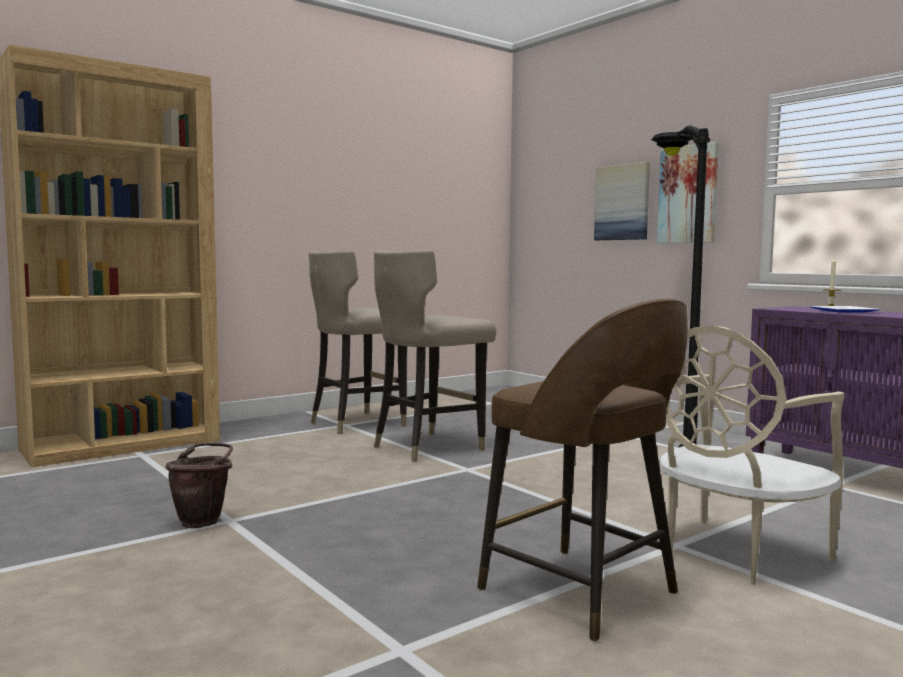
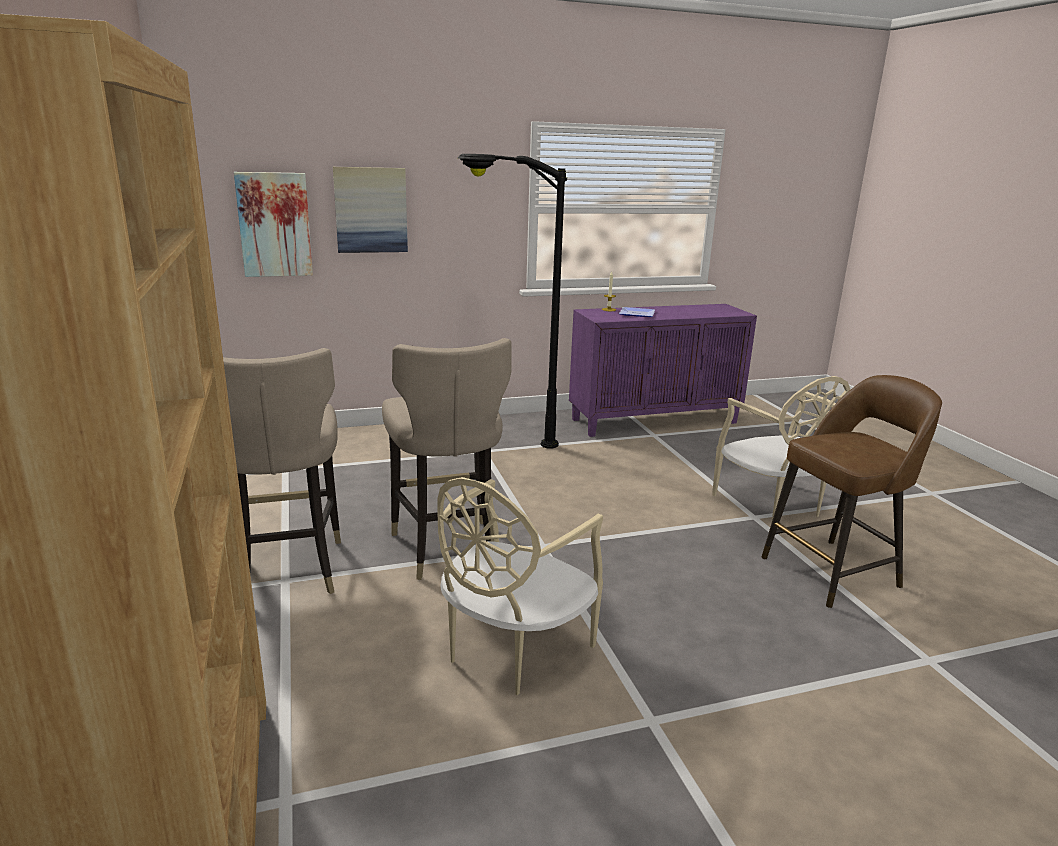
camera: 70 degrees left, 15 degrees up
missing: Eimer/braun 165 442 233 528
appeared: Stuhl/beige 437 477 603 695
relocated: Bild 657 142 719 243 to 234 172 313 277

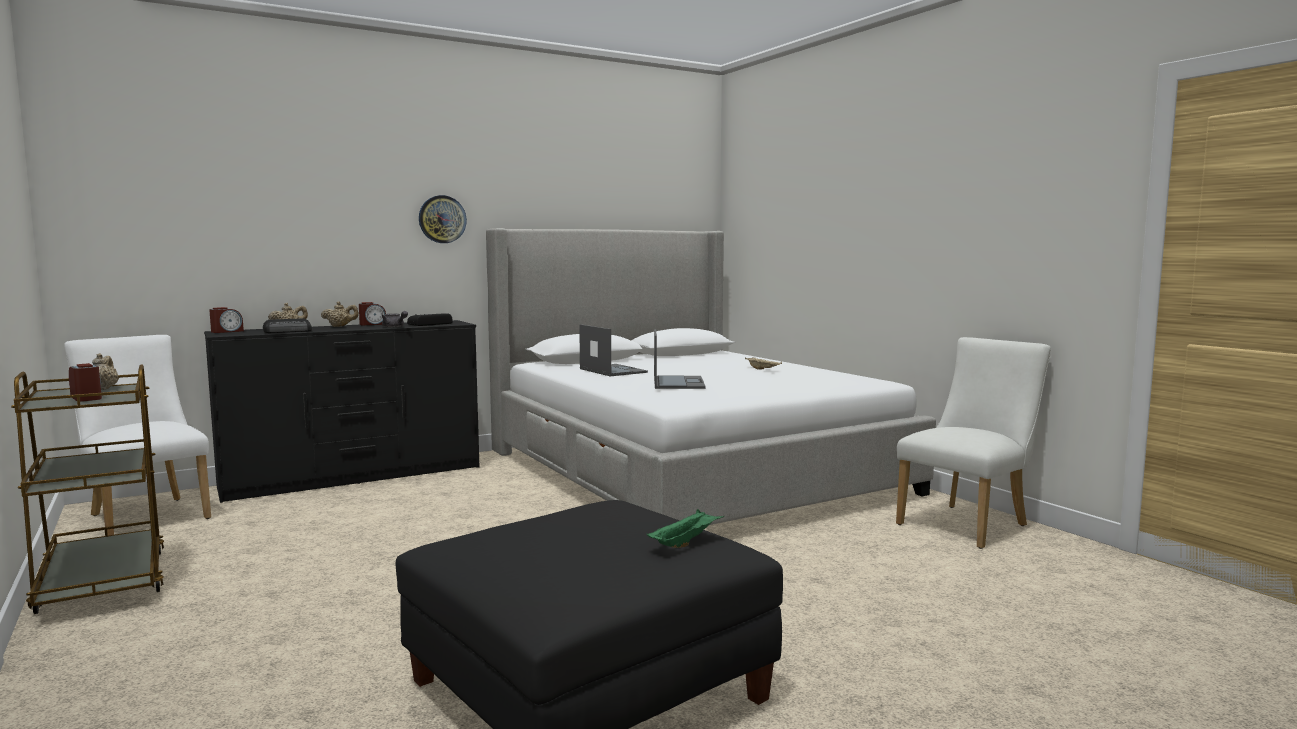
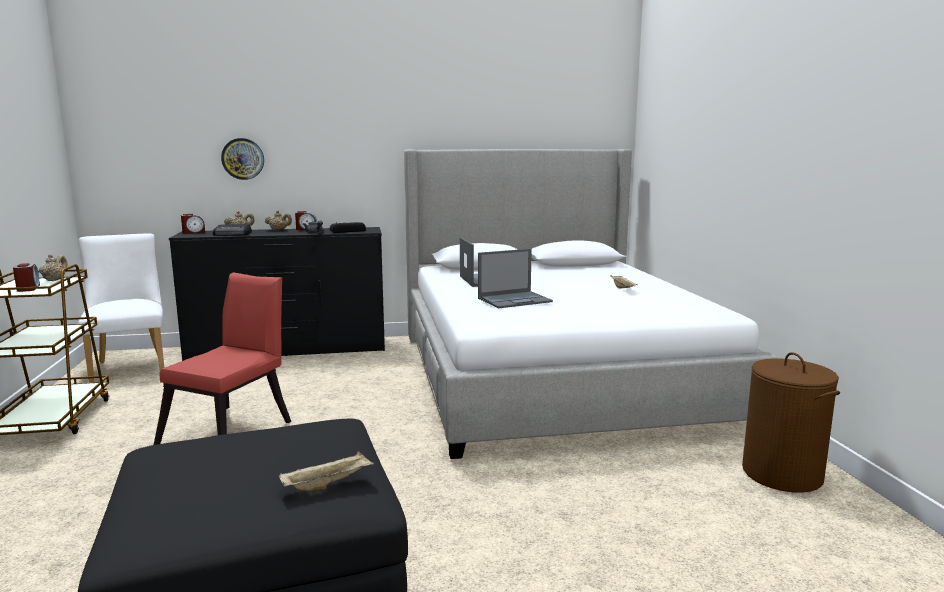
camera: 20 degrees right, 5 degrees up
appeared: Stuhl/rot 154 272 292 445
relocated: Wanduhr 419 195 467 243 to 221 138 264 180
exchanged: Stuhl/weiß 896 337 1051 549 to Wäschekorb/braun 742 352 840 493
colour: Tablett/grün 647 509 724 548 to Tablett/beige 279 451 374 491
spun: Laptop 654 329 706 389 = 478 249 553 308 45 degrees clockwise

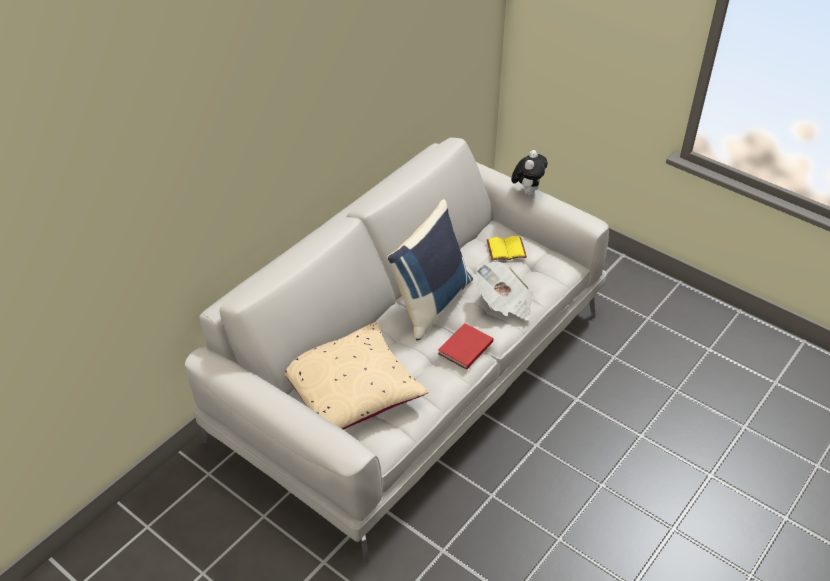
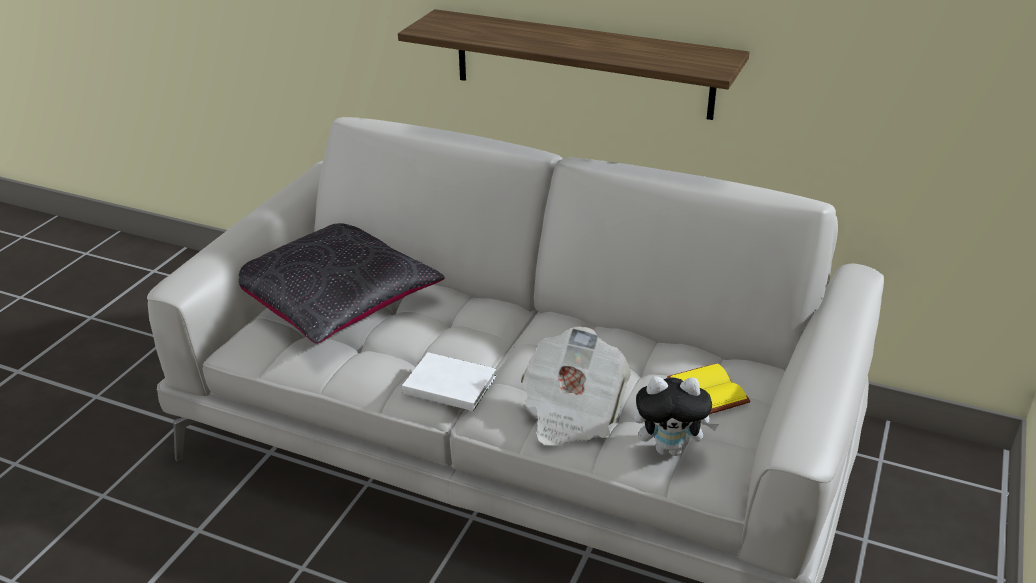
camera: 75 degrees right, 10 degrees down
missing: Kissen/blau 387 199 473 340
appeared: Wandregal 398 9 749 120
relocated: Plüschtier 511 150 548 195 to 634 376 719 456
colour: Kissen/beige 285 322 429 430 to Kissen/schwarz 239 223 445 344; Buch/rot 438 323 493 370 to Buch/weiß 402 352 496 411

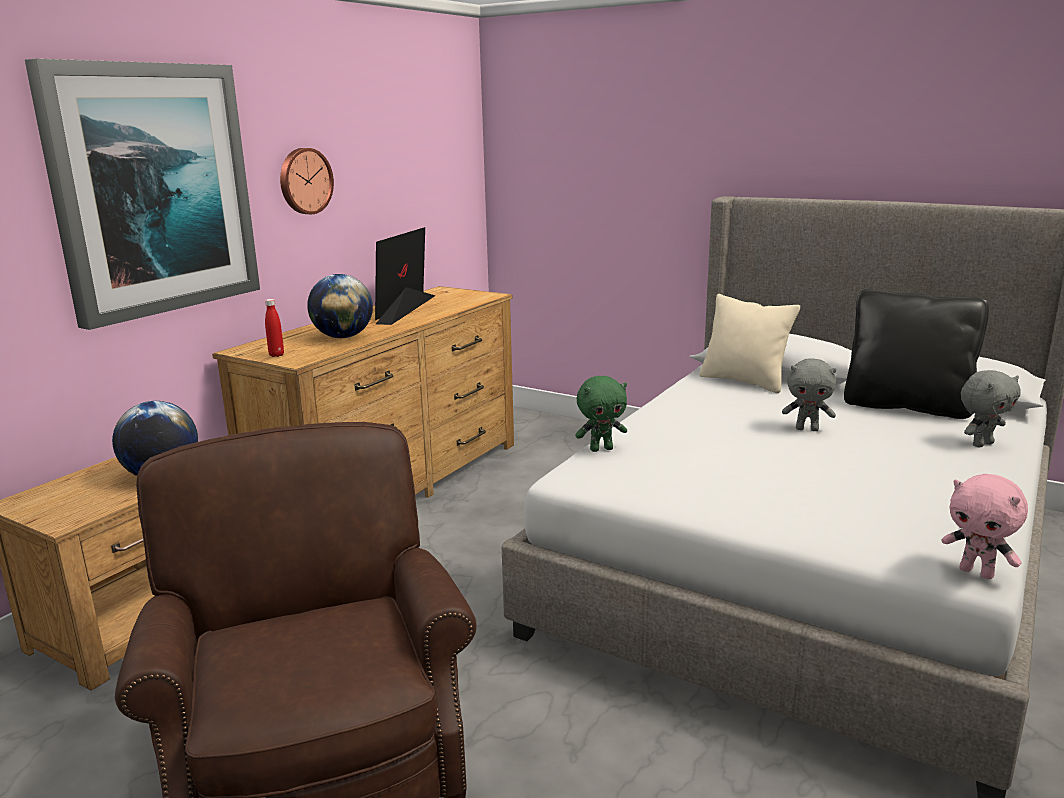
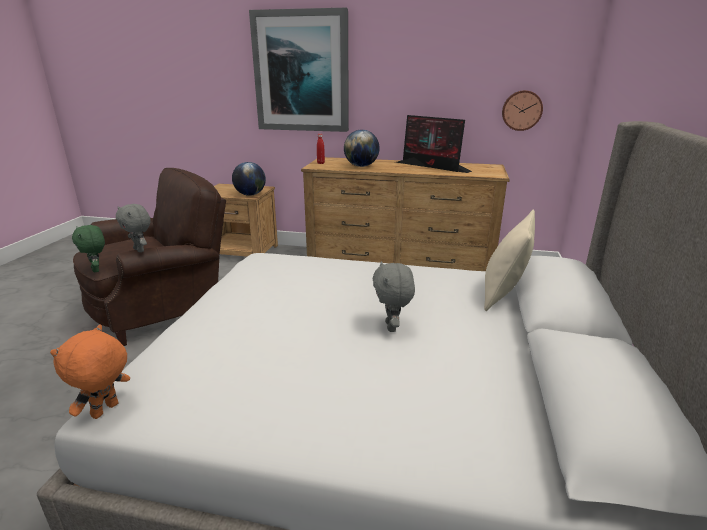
camera: 70 degrees right, 5 degrees up
missing: Kissen/schwarz 844 289 989 419
relocated: Wanduhr 280 148 334 214 to 502 90 543 131; Plüschtier/grün 576 376 627 452 to 72 225 105 272; Plüschtier/grau 961 370 1021 447 to 116 204 151 252
colour: Plüschtier/rosa 942 473 1028 579 to Plüschtier/orange 50 325 130 419
spun: Monitor 375 227 436 325 = 395 115 472 173 135 degrees counterclockwise

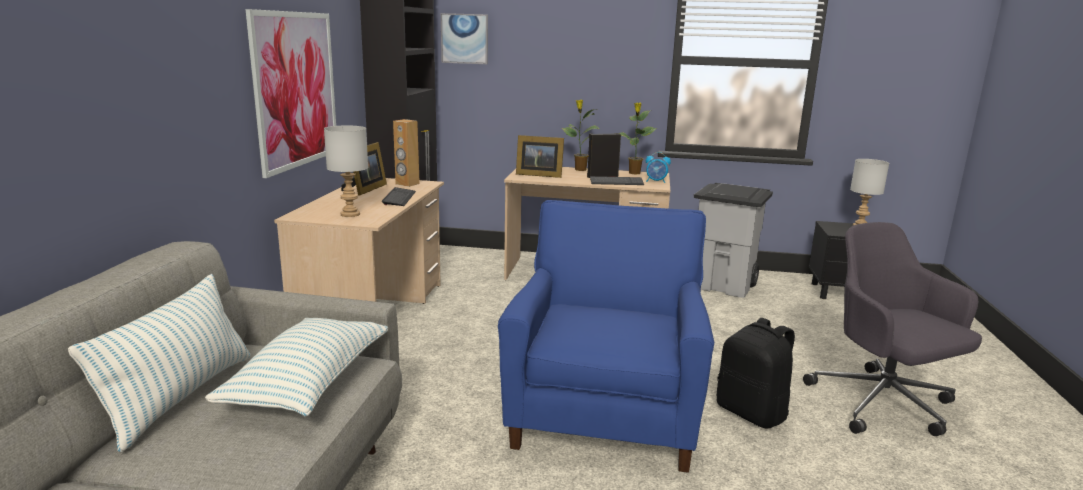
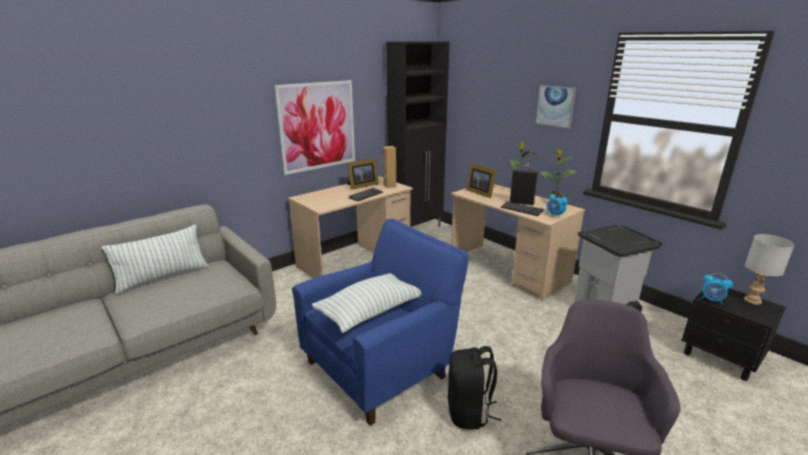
camera: 40 degrees right, 5 degrees up
missing: Tischlampe/grau 324 125 368 217
appeared: Wecker 701 273 733 305
relocated: Kissen 205 318 388 417 to 312 273 421 333; Bild 441 13 488 64 to 535 85 576 129

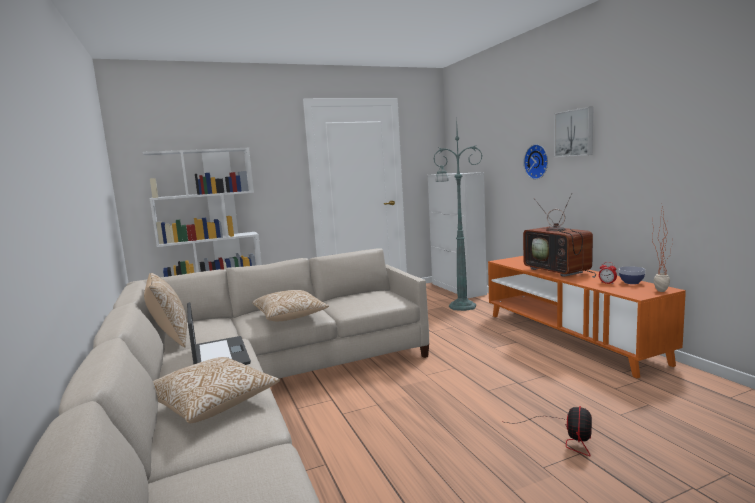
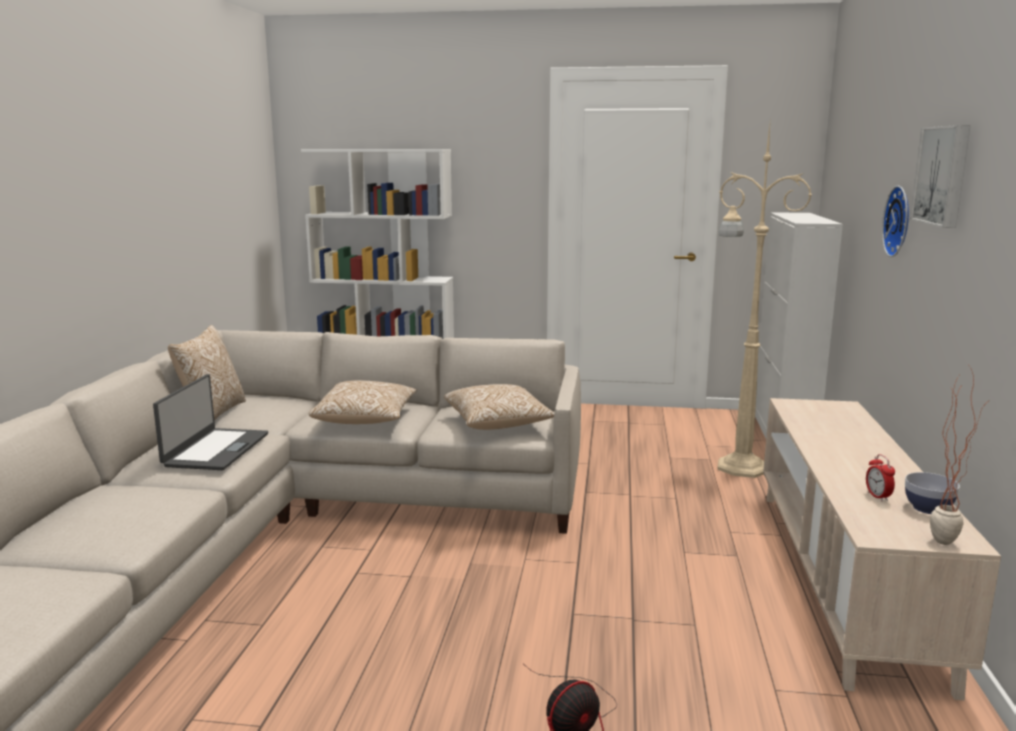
camera: 30 degrees right, 5 degrees up
missing: Fernseher 523 193 596 278
relocated: Kissen 153 357 280 423 to 444 384 554 430
colour: Stehlampe/grün 433 126 483 311 to Stehlampe/beige 717 125 812 478; Fernsehschrank/orange 488 256 686 378 to Fernsehschrank/beige 763 398 1001 701

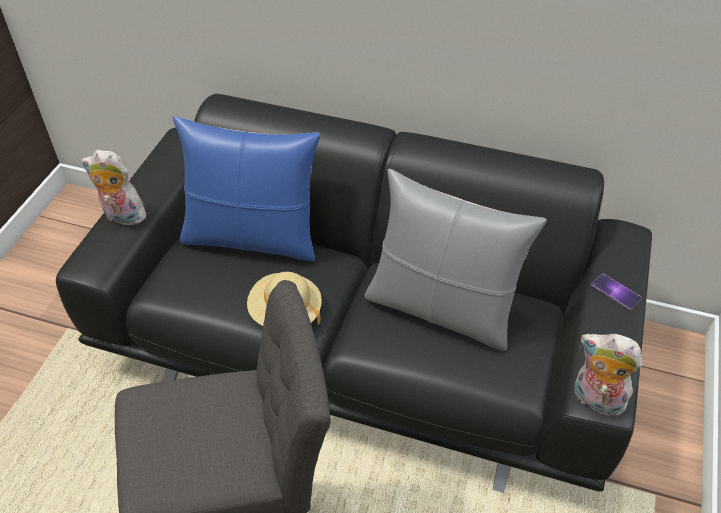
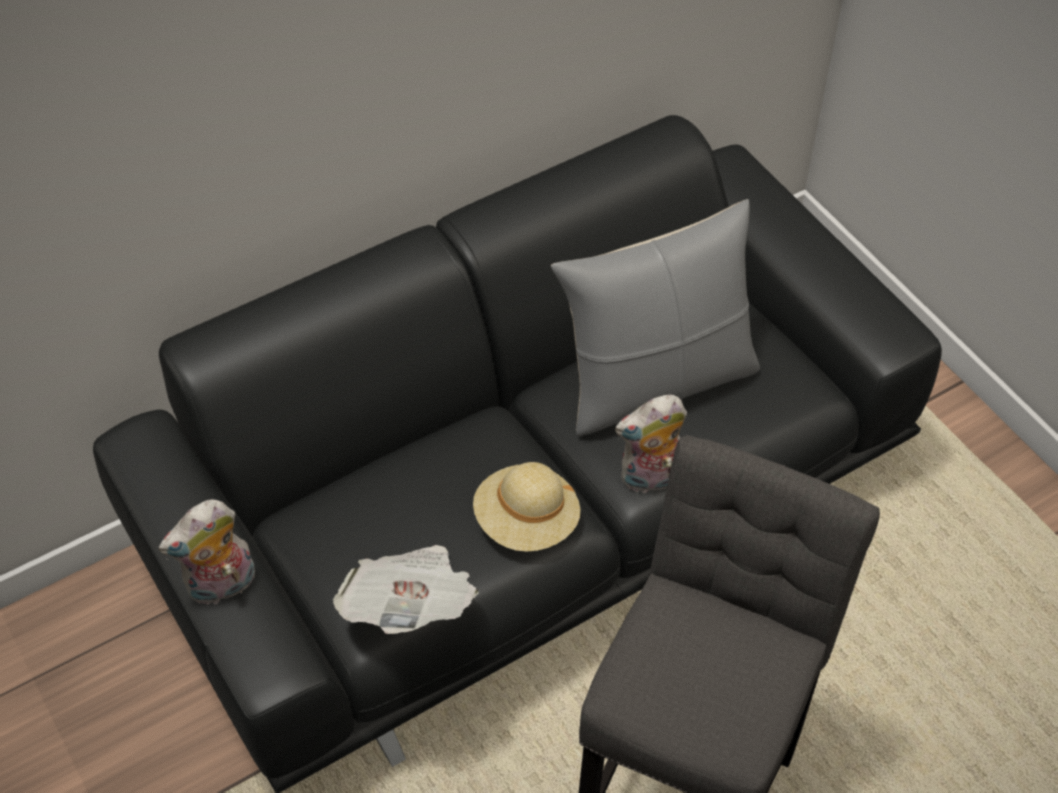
camera: 50 degrees left, 5 degrees up
missing: Kissen/blau 173 116 320 262; Handy 591 274 642 310
appeared: Zeitung 333 545 479 634
relocated: Plüschtier 574 334 642 418 to 615 395 687 494

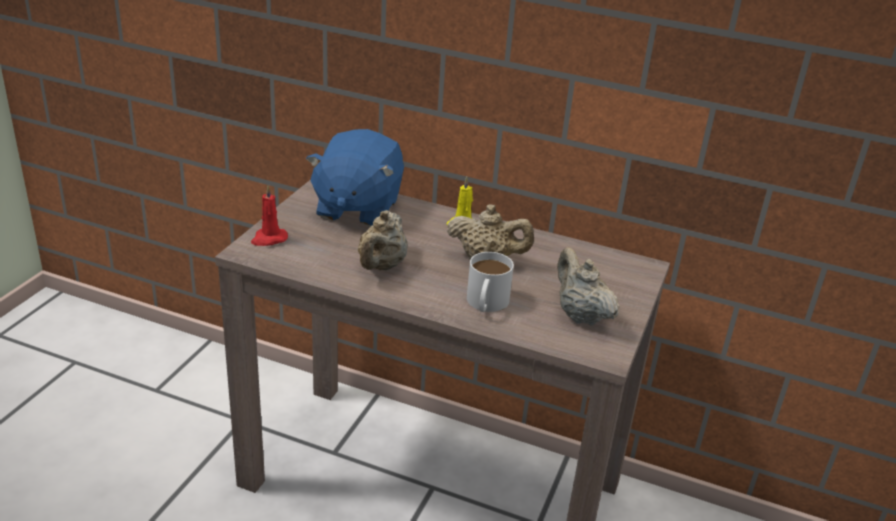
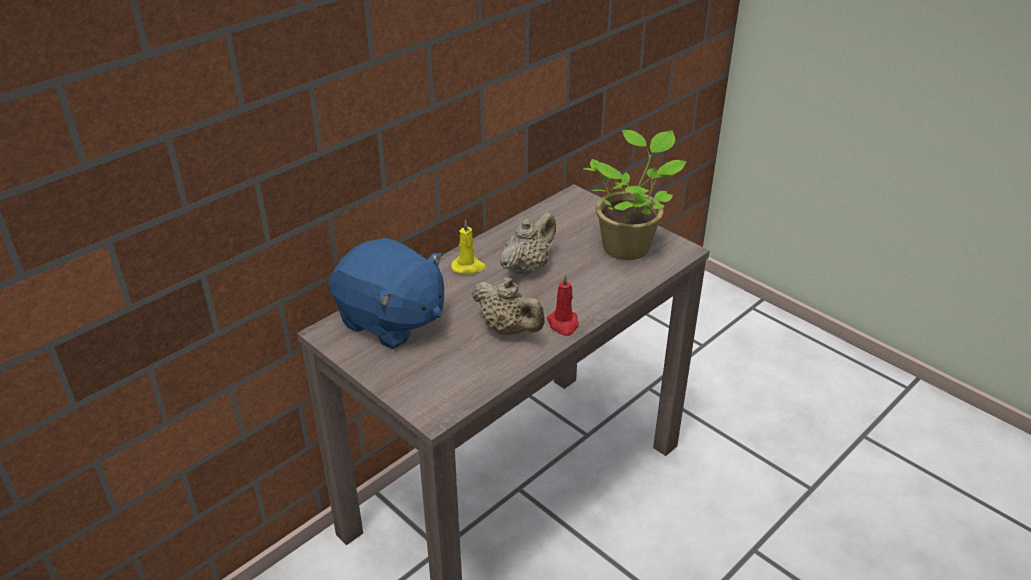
camera: 65 degrees left, 5 degrees up
missing: Henkelbecher/weiß 467 252 514 312
relocated: Kerze/rot 251 185 288 246 to 547 274 579 336
exchanged: Teekanne/beige 557 247 619 326 to Topfpflanze 583 130 687 260

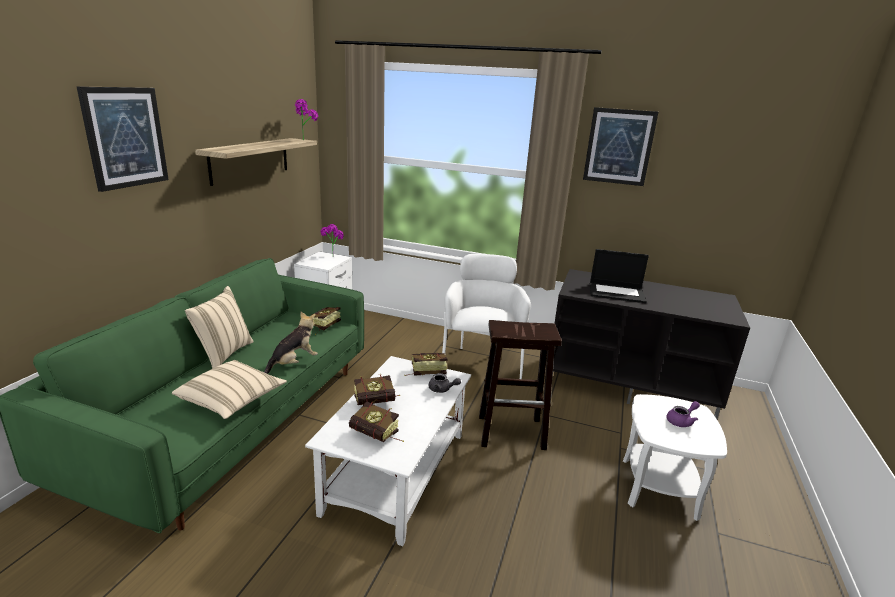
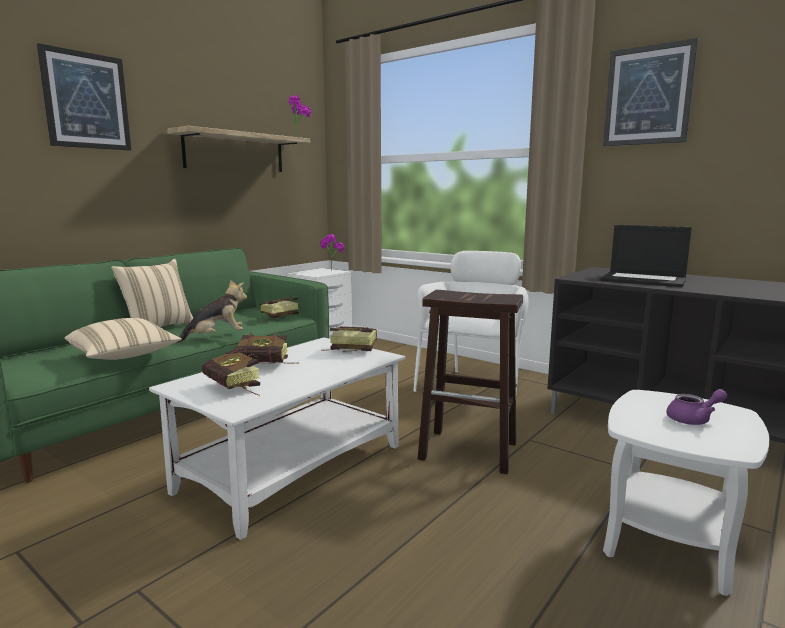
camera: 20 degrees right, 10 degrees down
missing: Teekanne/grau 429 373 461 393

